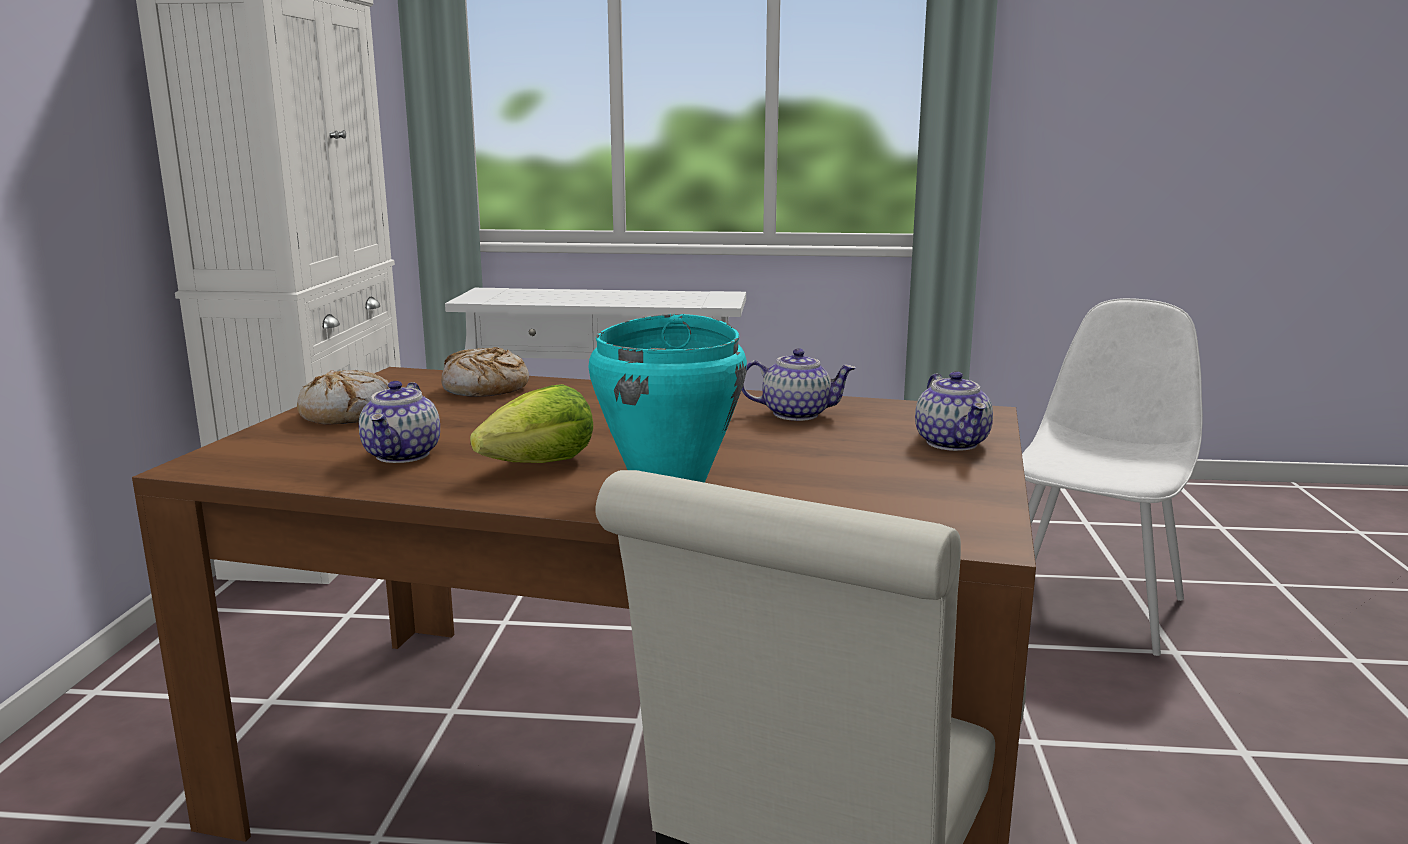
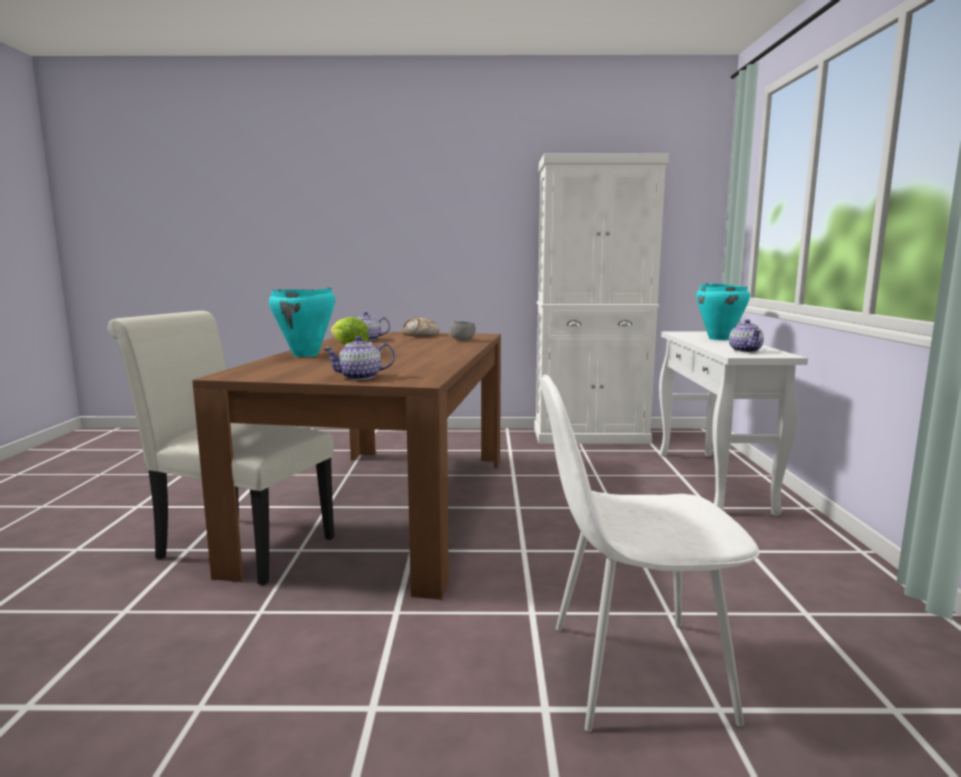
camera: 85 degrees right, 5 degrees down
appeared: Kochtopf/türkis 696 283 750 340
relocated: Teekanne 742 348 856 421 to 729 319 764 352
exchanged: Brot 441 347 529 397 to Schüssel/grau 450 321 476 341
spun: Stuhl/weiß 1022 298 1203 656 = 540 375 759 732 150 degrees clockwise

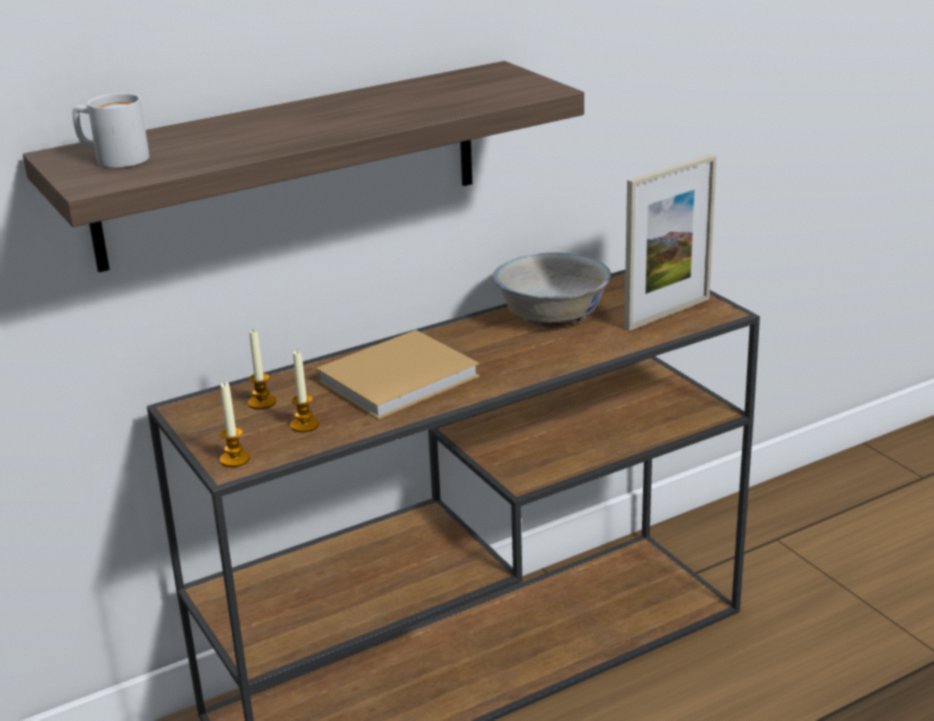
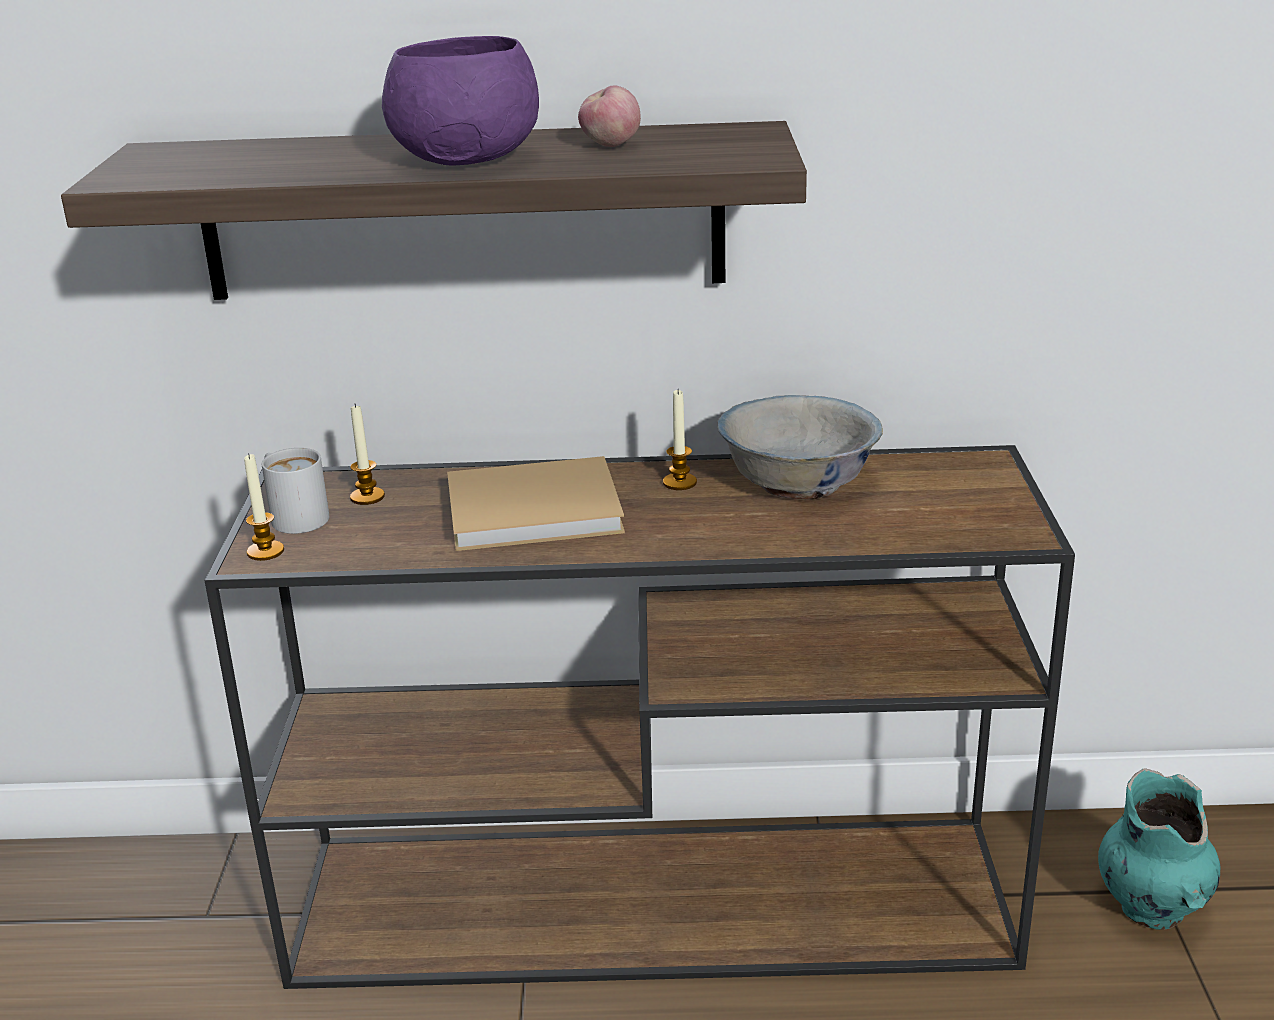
camera: 30 degrees right, 0 degrees up
missing: Bilderrahmen 624 154 717 331
appeared: Schüssel/lila 382 36 539 165; Apfel 578 85 641 147; Vase/türkis 1098 768 1221 930
relocated: Henkelbecher/weiß 73 93 149 168 to 262 448 329 534; Kerze 290 350 319 433 to 663 390 697 490

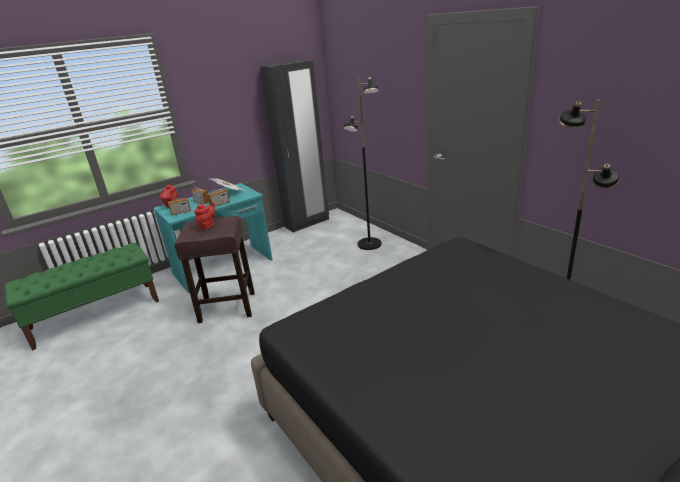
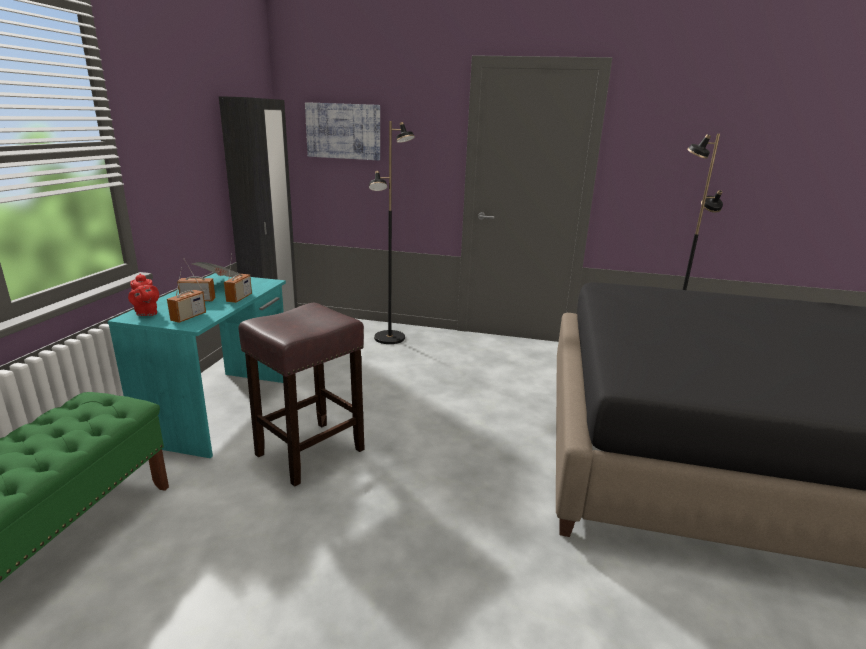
camera: 45 degrees left, 5 degrees down
missing: Teekanne/rot 194 202 215 230
appeared: Bild 305 102 380 160

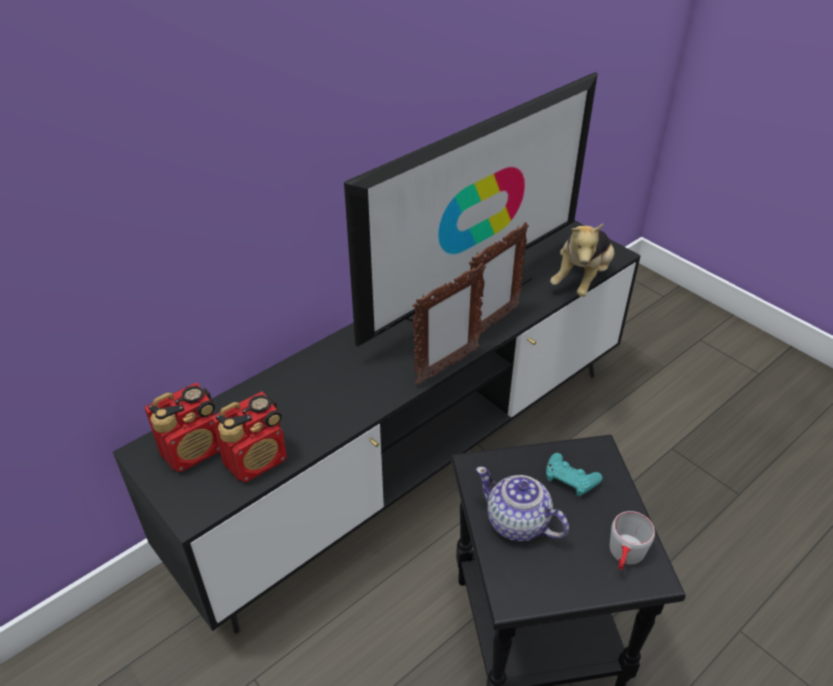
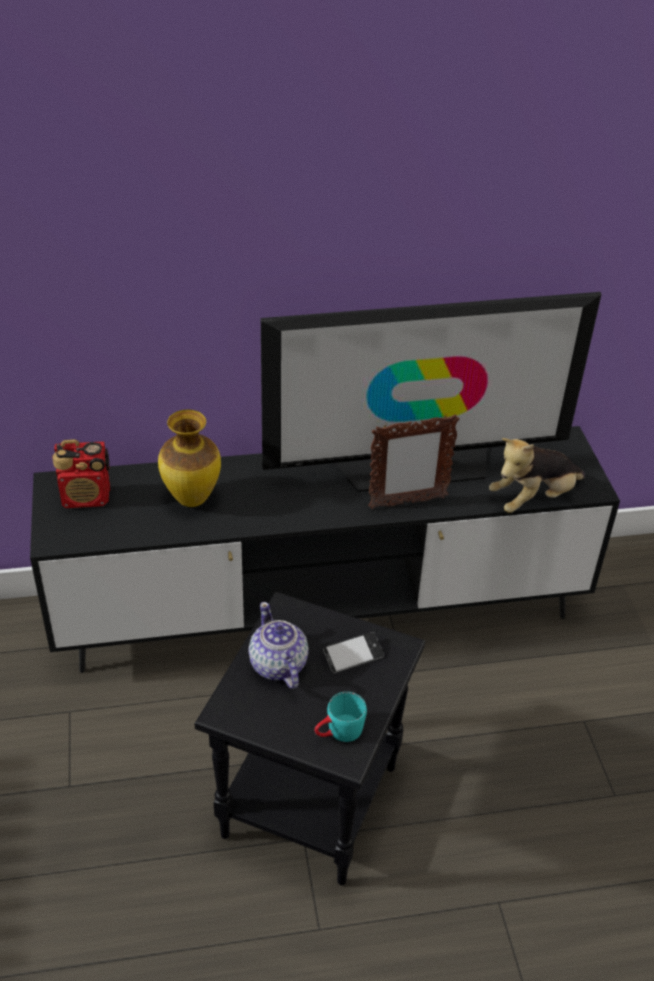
camera: 30 degrees right, 0 degrees up
missing: Radio 211 391 287 482; Bilderrahmen 413 263 486 386
appeared: Vase 158 410 221 507
exchanged: Gamepad/türkis 546 453 603 497 to Handy 323 632 384 673
colour: Henkelbecher/grau 610 511 655 570 to Henkelbecher/türkis 315 692 367 742

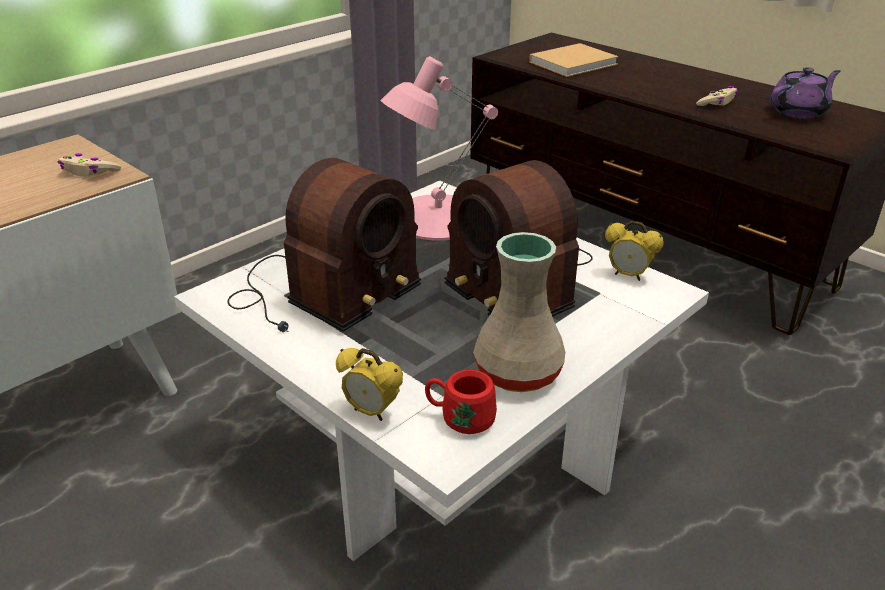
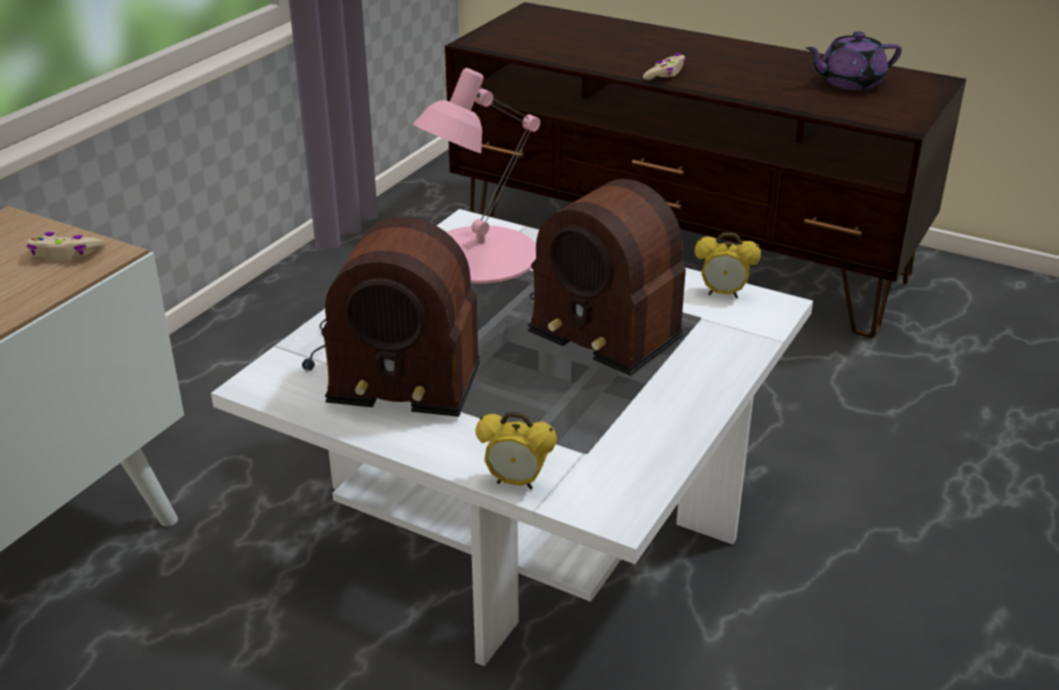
camera: 15 degrees left, 0 degrees up
missing: Henkelbecher/rot 425 370 497 434; Vase/beige 473 232 565 392; Buch/beige 529 43 619 77
relocated: Gamepad/beige 696 86 738 106 to 643 53 686 80
spun: Radio 227 158 421 332 = 302 217 480 417 75 degrees clockwise; Teekanne/lila 770 67 840 119 = 805 32 902 90 150 degrees counterclockwise

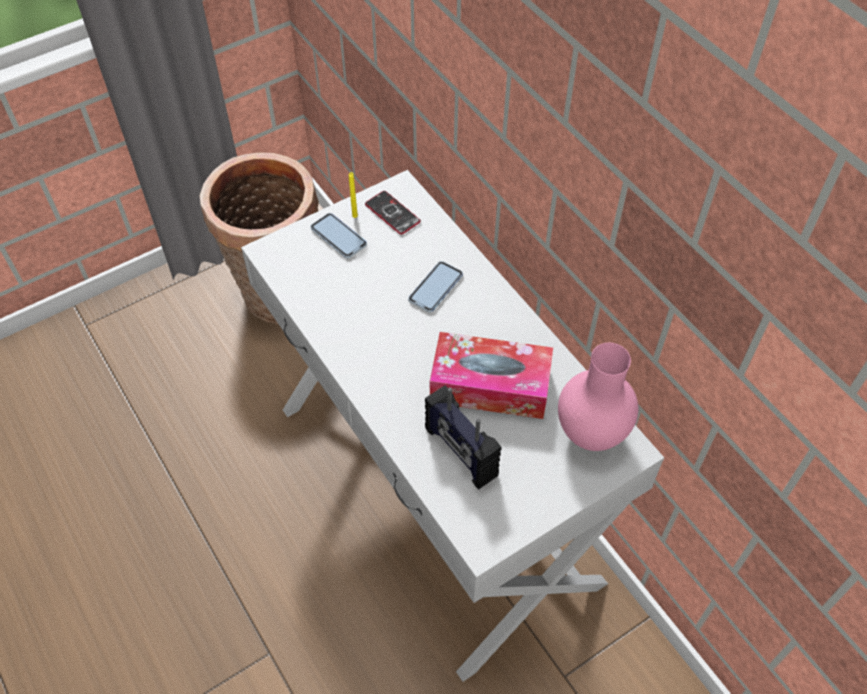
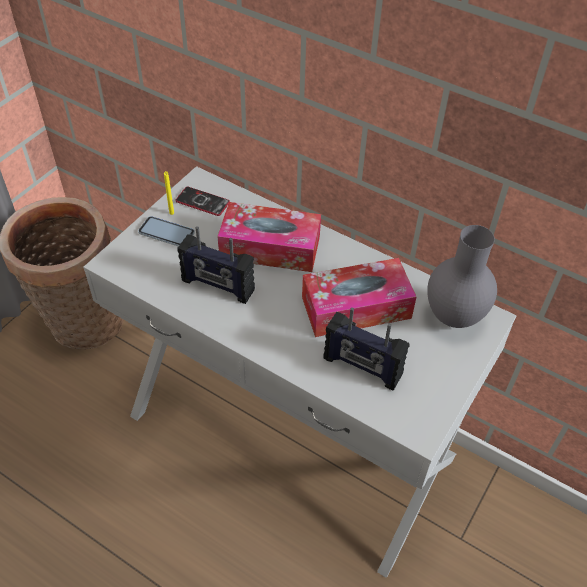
camera: 25 degrees left, 5 degrees down
appeared: Radio 177 226 255 304
exchanged: Handy 408 261 463 313 to Taschentuchbox 217 202 321 272
colour: Vase/rosa 558 343 639 451 to Vase/grau 427 225 497 328

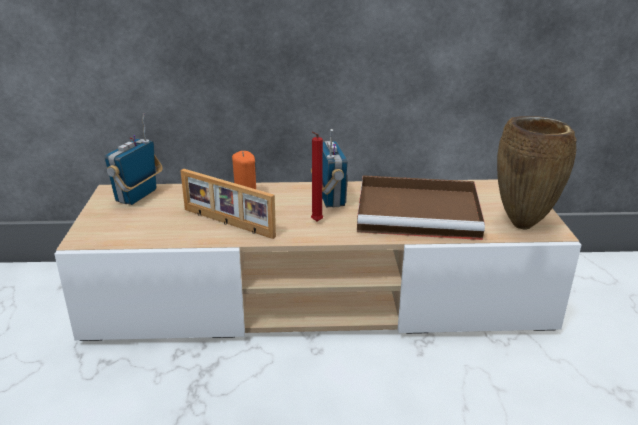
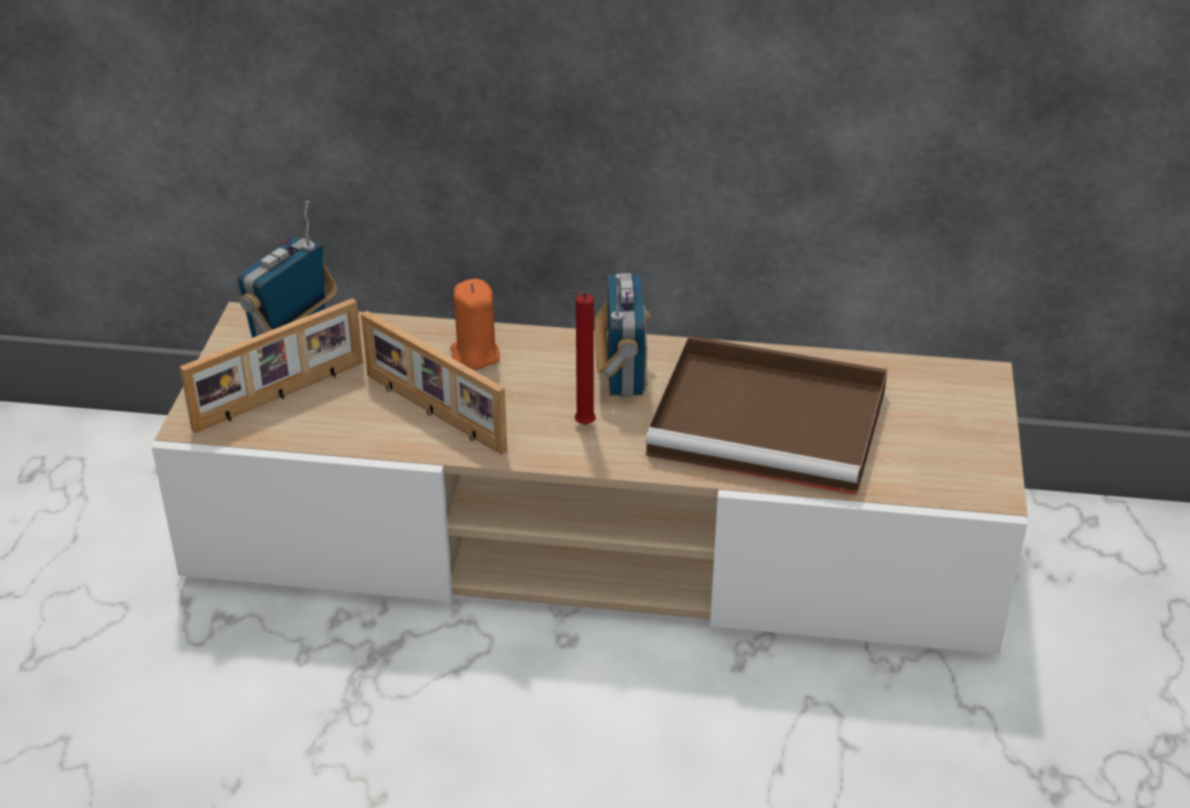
camera: 10 degrees right, 10 degrees up
missing: Vase/braun 497 116 577 230
appeared: Bilderrahmen 180 298 363 433

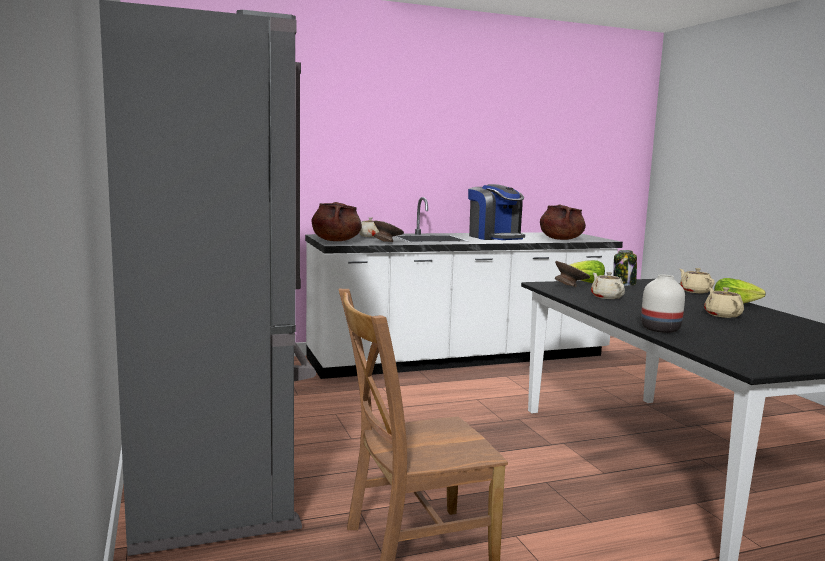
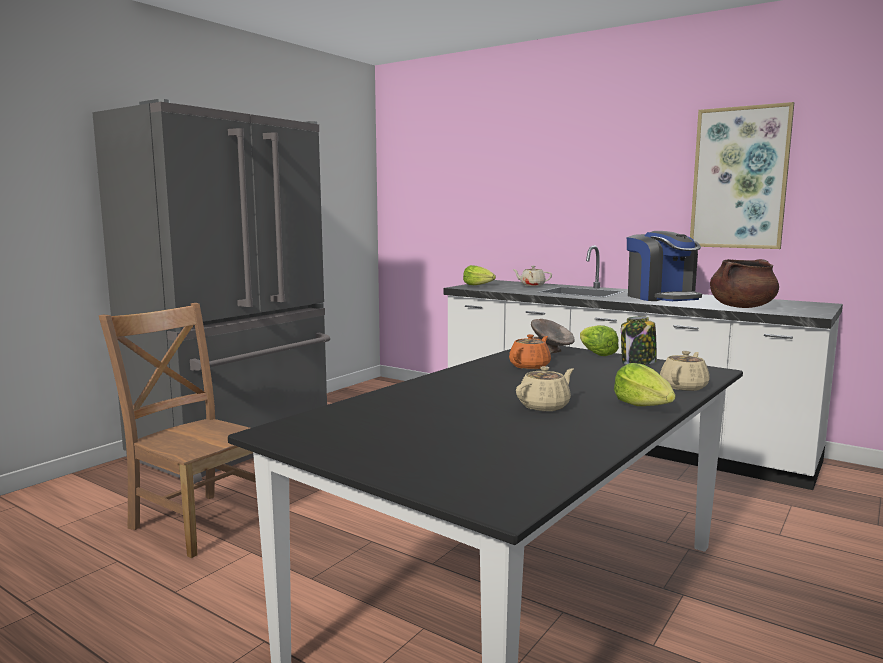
camera: 55 degrees right, 0 degrees up
missing: Schüssel/grau 374 220 404 242; Vase/weiß 641 274 685 333
appeared: Bild 690 102 794 249
exchanged: Kochtopf/braun 311 202 362 241 to Salatkopf 463 265 496 285
colour: Teekanne/beige 591 272 625 299 to Teekanne/orange 509 334 551 369
spun: Kaffeemaschine 468 184 525 240 = 627 231 702 301 45 degrees counterclockwise

